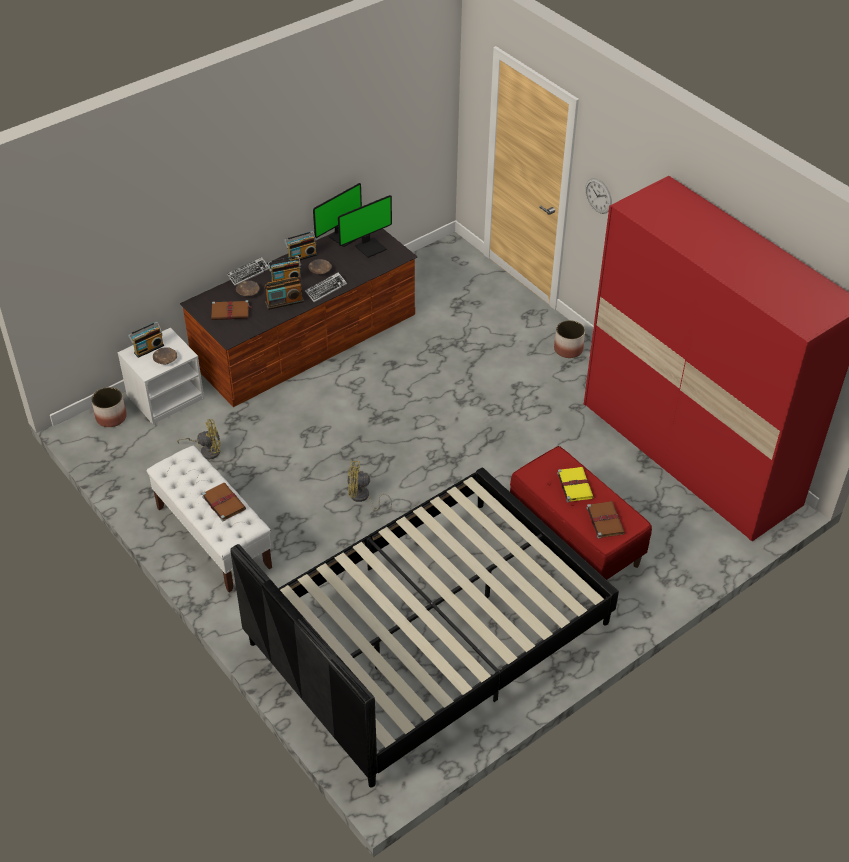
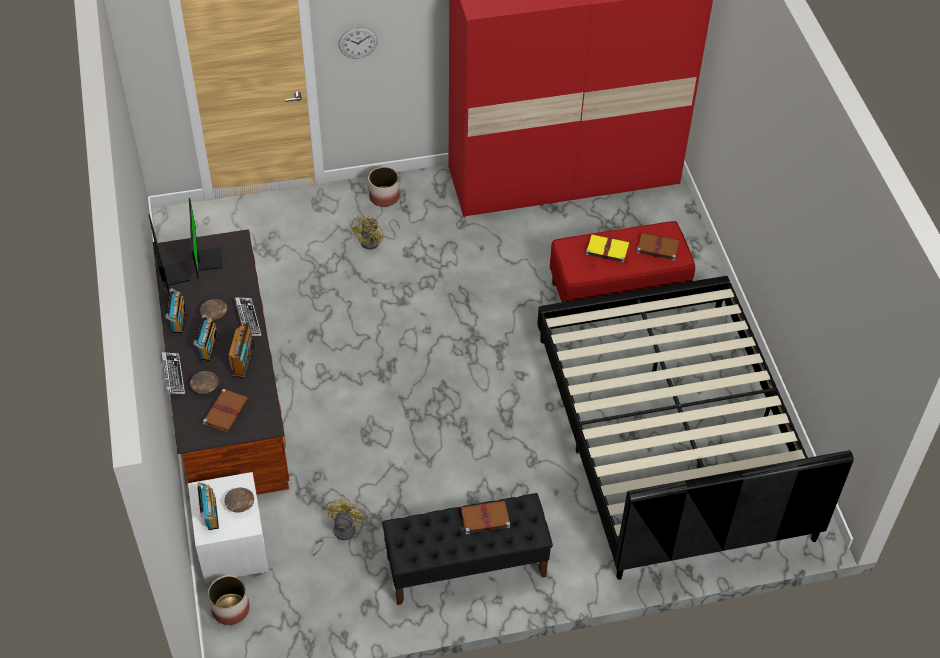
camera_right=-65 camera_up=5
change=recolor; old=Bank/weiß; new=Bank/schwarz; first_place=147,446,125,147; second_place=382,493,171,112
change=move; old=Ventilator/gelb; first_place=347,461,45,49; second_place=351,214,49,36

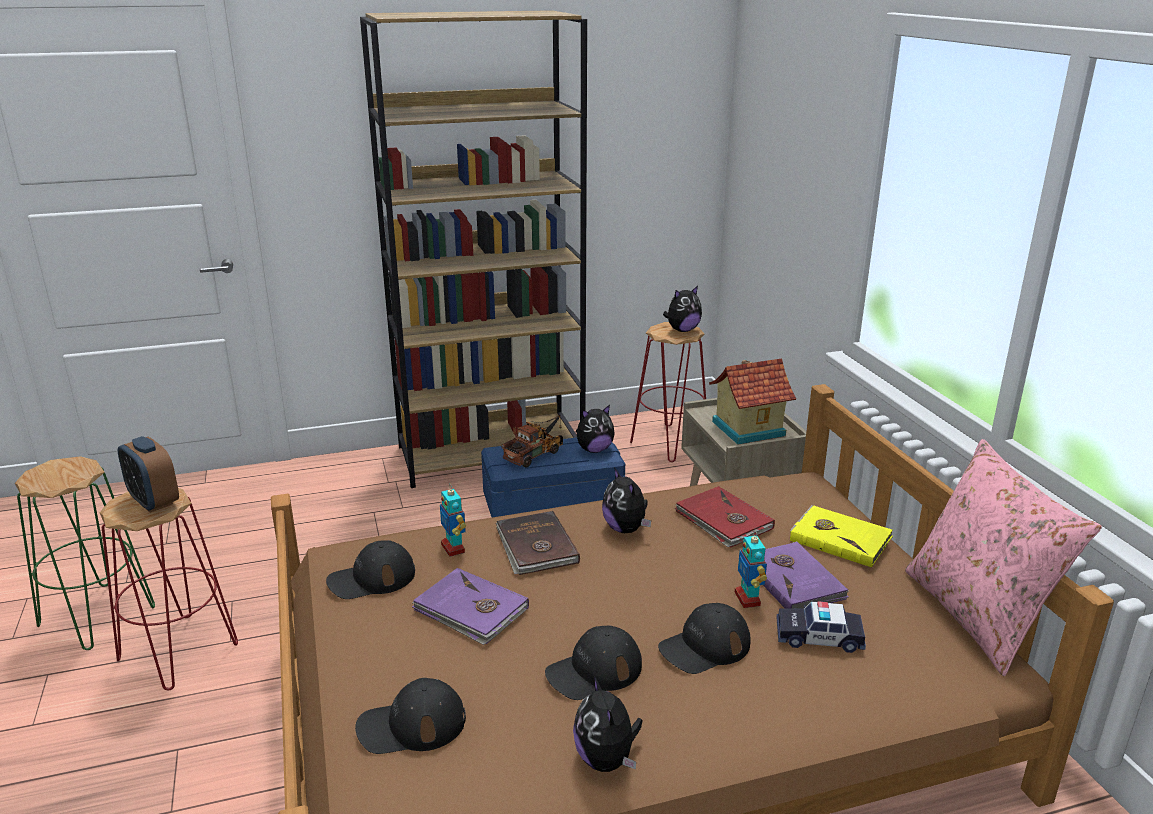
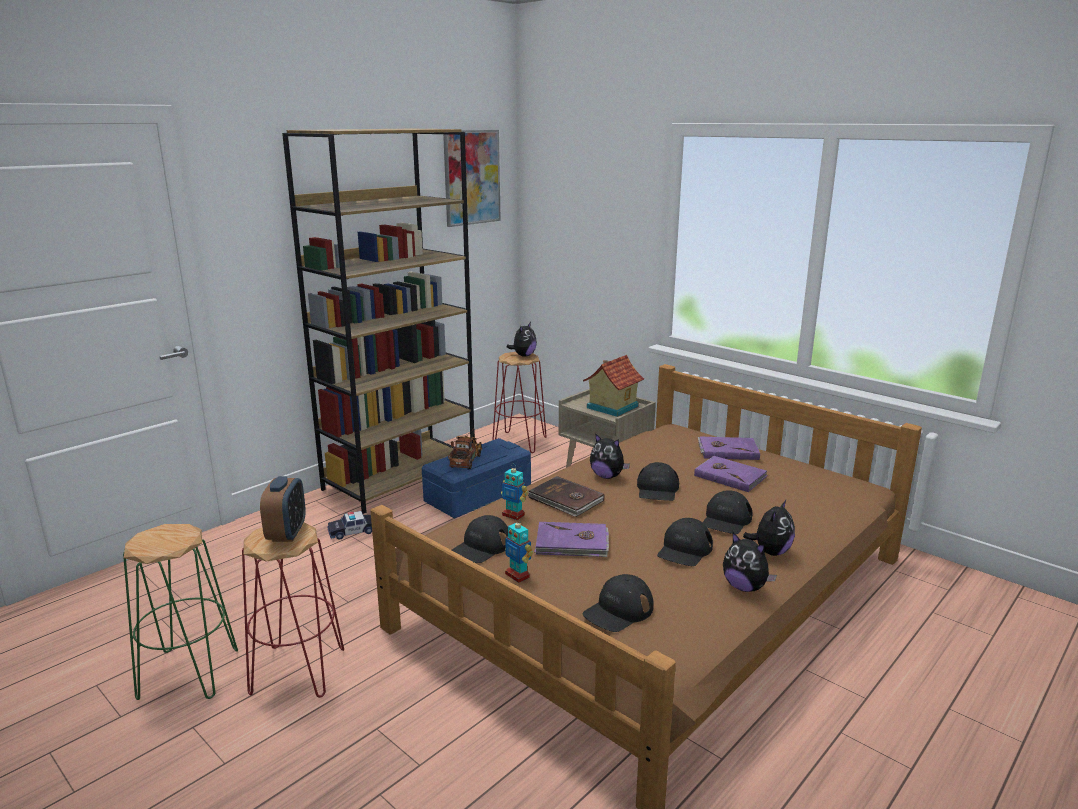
camera_right=-30 camera_up=-5
change=rotate; old=Wecker; first_place=117,436,62,77; second_place=260,476,46,66; degrees=-105
change=move; old=Plüschtier; first_place=576,405,39,48; second_place=743,500,52,56
change=delete; old=Buch/rot; first_place=675,486,100,62
change=move; old=Spielzeugroboter; first_place=735,530,32,78; second_place=505,518,28,65
change=move; old=Spielzeugauto; first_place=777,601,89,52; second_place=327,511,45,29
change=recolor; old=Buch/gelb; new=Buch/lila; first_place=790,505,103,62; second_place=698,437,62,23
change=delete; old=Kissen/rosa; first_place=905,439,197,237
change=insert; new=Bild; second_place=443,130,58,97
change=insert; new=Kappe/schwarz; second_place=637,462,42,39

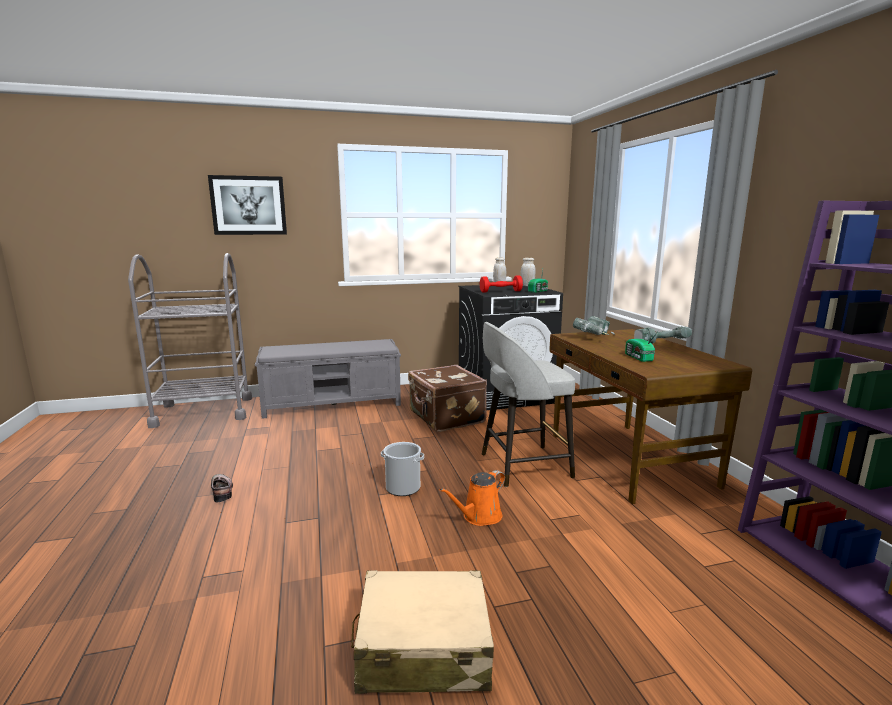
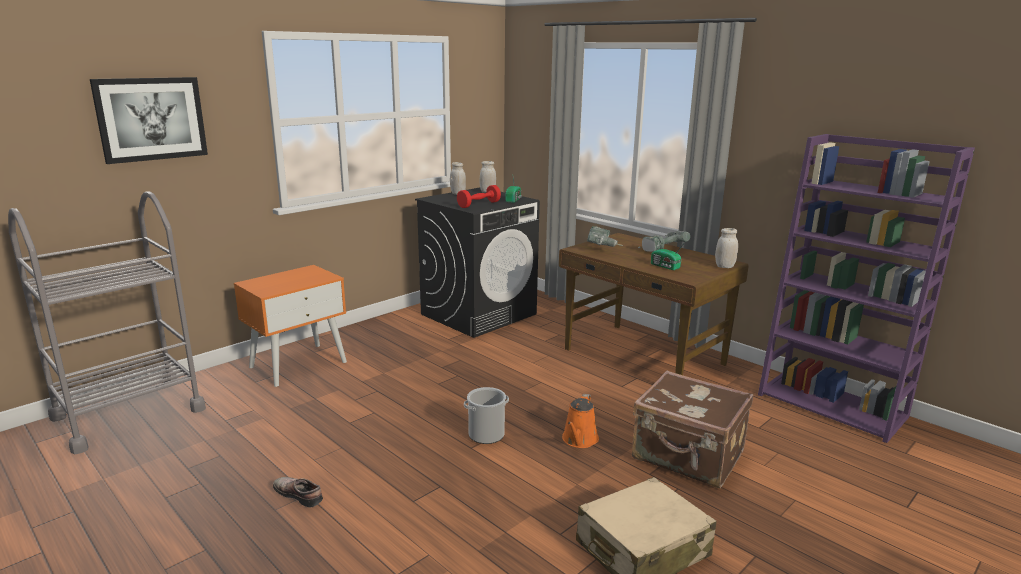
camera_right=-30 camera_up=5
change=replace; old=Bank/grau; new=Nachttisch/orange; first_place=255,339,146,80; second_place=234,265,113,122
change=move; old=Koffer/braun; first_place=408,365,79,67; second_place=632,371,121,117
change=delete; old=Hocker/grau; first_place=482,322,93,165
change=insert; new=Vorratsglas/weiß; second_place=715,228,23,40

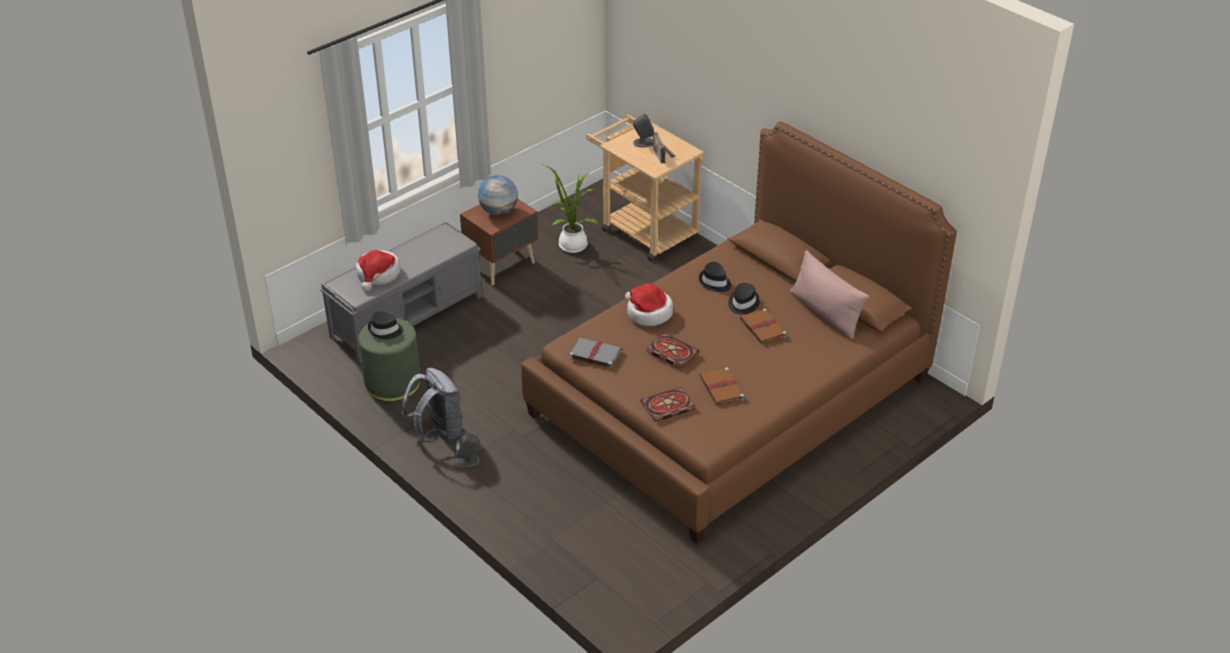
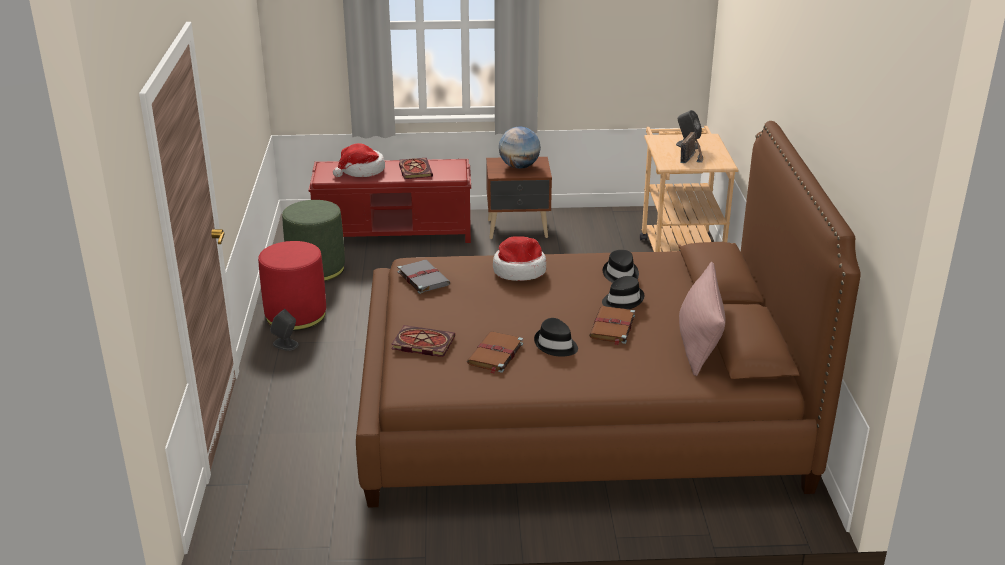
camera_right=40 camera_up=-10
change=recolor; old=Bank/grau; new=Bank/rot; first_place=320,221,162,141; second_place=308,159,163,84
change=move; old=Hut/schwarz; first_place=368,312,35,27; second_place=534,318,44,39
change=replace; old=Rucksack/grau; new=Polsterhocker/rot; first_place=402,368,60,74; second_place=258,241,68,90
change=delete; old=Topfpflanze; first_place=542,164,57,89
change=move; old=Buch; first_place=646,333,53,35; second_place=399,158,34,21

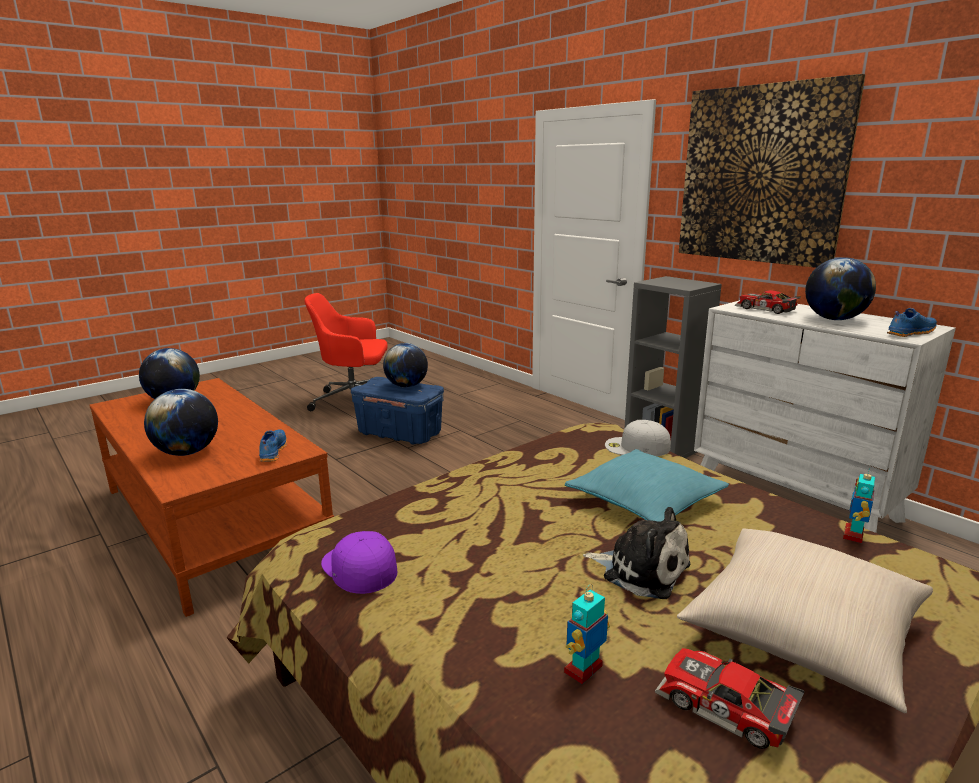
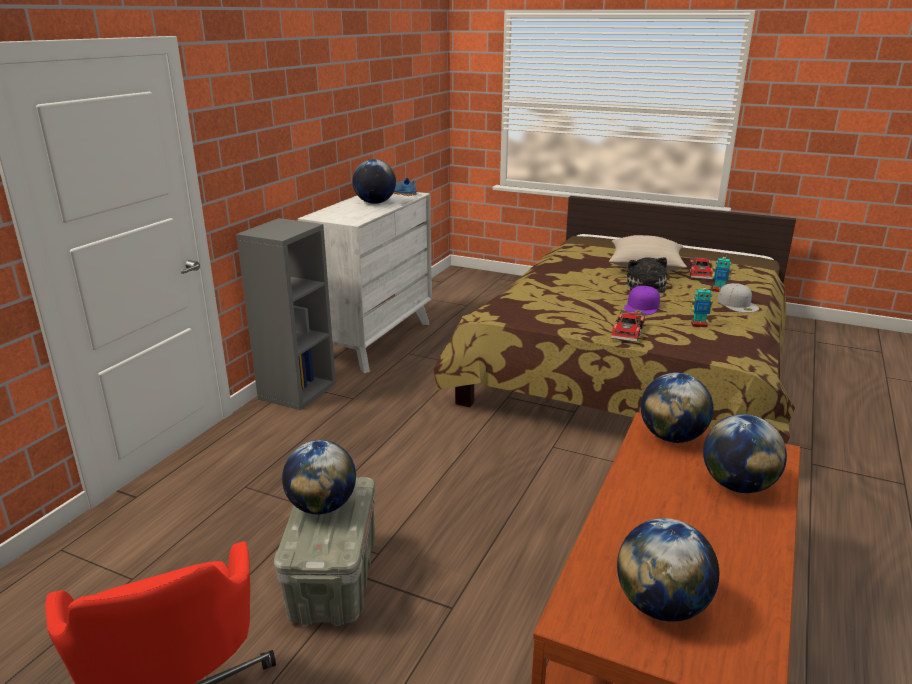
camera_right=-115 camera_up=5
change=replace; old=Schuh/blau; new=Globus; first_place=259,429,28,33; second_place=641,373,72,70
change=move; old=Kappe/lila; first_place=321,531,76,63; second_place=624,286,36,29
change=recolor; old=Aufbewahrungsbox/blau; new=Aufbewahrungsbox/grau; first_place=351,377,93,68; second_place=274,477,101,149
change=delete; old=Kissen/türkis; first_place=565,449,164,73
change=move; old=Kappe/weiß; first_place=605,420,66,36; second_place=717,283,42,30
change=delete; old=Bild; first_place=679,74,186,194
change=move; old=Spielzeugauto; first_place=735,290,66,24; second_place=611,310,35,32
change=move; old=Spielzeugroboter; first_place=843,467,32,76; second_place=691,284,22,43

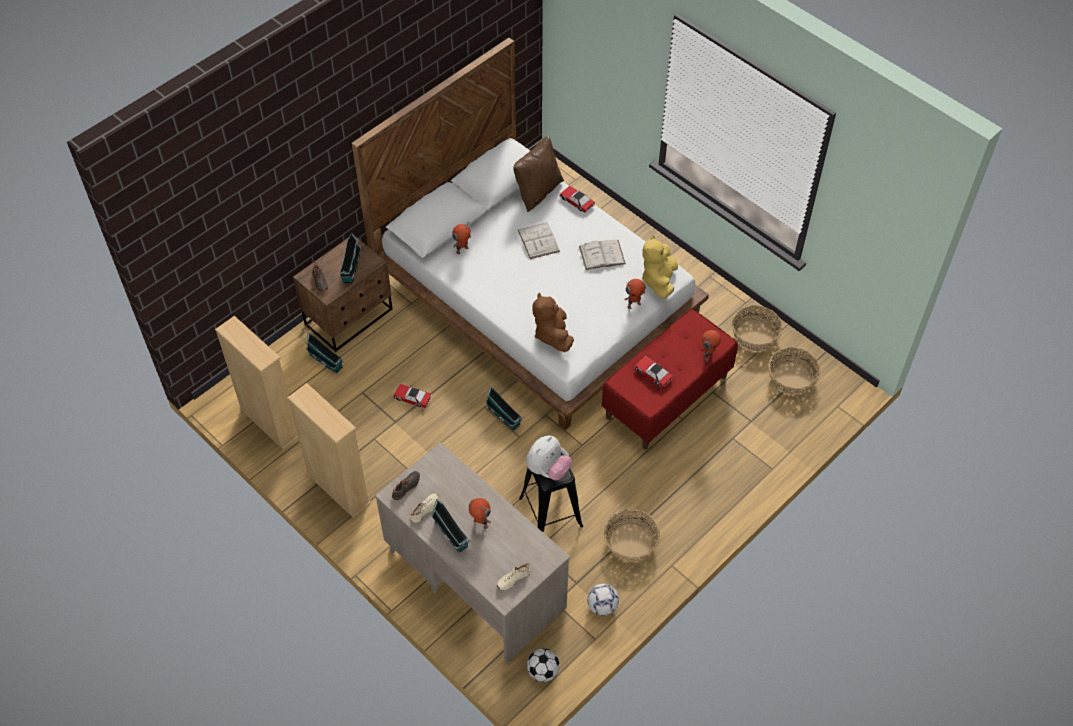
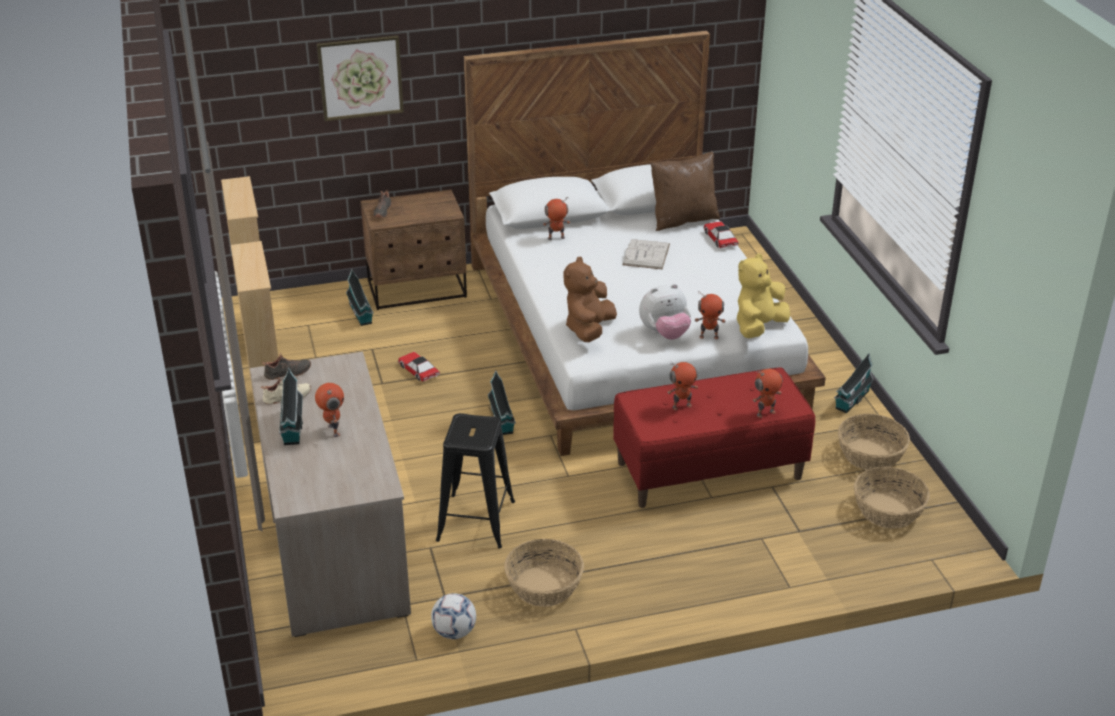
camera_right=30 camera_up=-20
change=move; old=Spielzeughaus; first_place=339,232,22,51; second_place=834,353,40,60
change=delete; old=Schuh/beige; first_place=497,563,33,28
change=move; old=Plüschtier; first_place=526,436,46,44; second_place=639,284,52,56
change=delete; old=Fußball; first_place=527,649,33,33
change=delete; old=Buch/weiß; first_place=579,240,47,30
change=replace; old=Spielzeugauto; new=Spielzeugroboter; first_place=634,356,40,32; second_place=667,362,31,48
change=insert; new=Bild; second_place=317,35,87,86

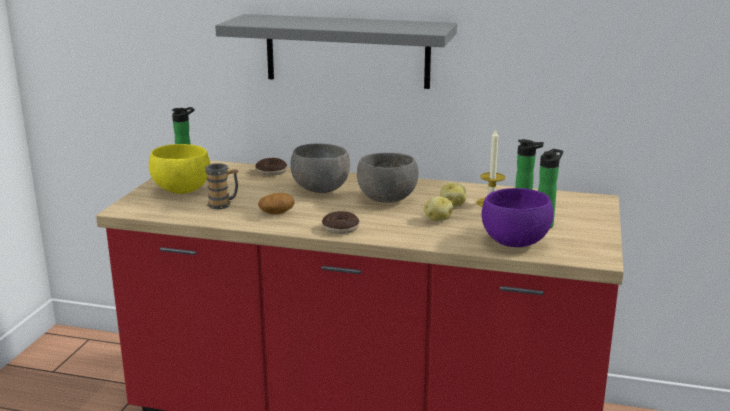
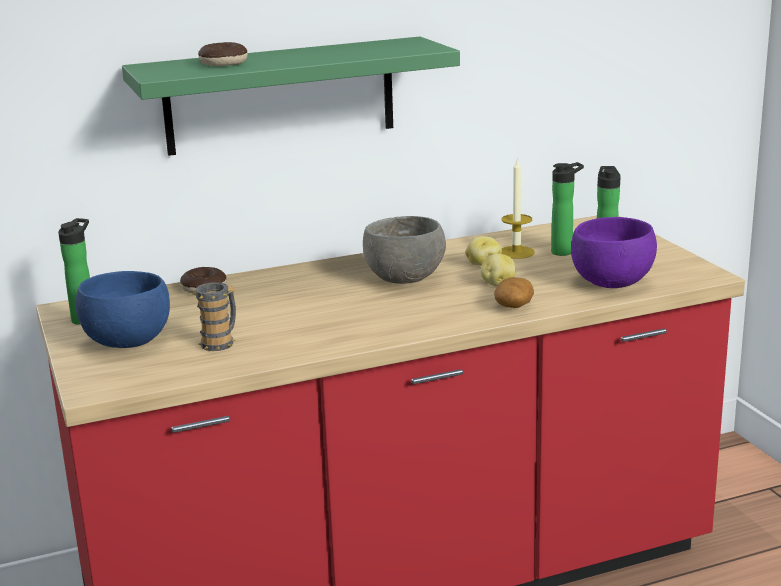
camera_right=-35 camera_up=0
change=recolor; old=Schüssel/gelb; new=Schüssel/blau; first_place=149,144,61,50; second_place=75,271,95,77
change=recolor; old=Wandregal/grau; new=Wandregal/grün; first_place=215,14,242,75; second_place=122,37,338,119
change=move; old=Kartoffel; first_place=258,193,37,21; second_place=494,277,40,31
change=delete; old=Schüssel/grau; first_place=290,144,60,49
change=move; old=Donut; first_place=322,211,37,23; second_place=198,42,50,24

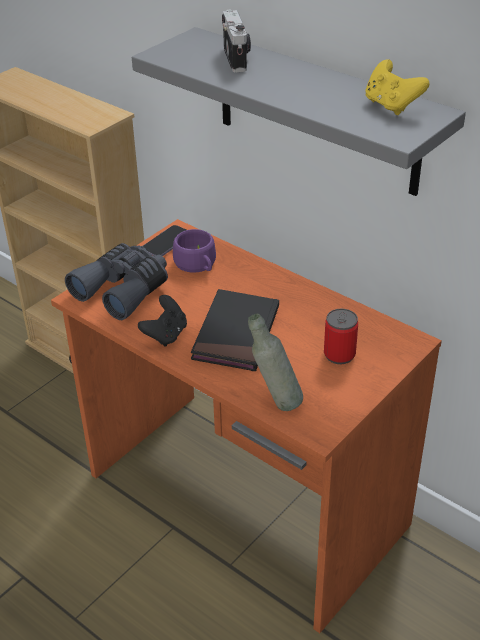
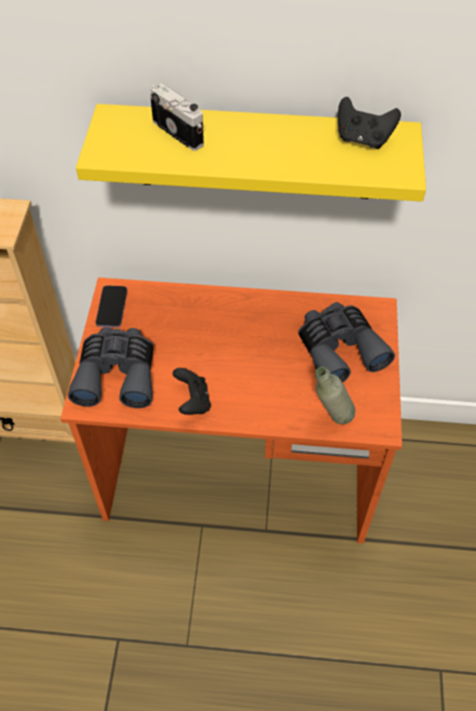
camera_right=-35 camera_up=15
change=recolor; old=Wandregal/grau; new=Wandregal/gelb; first_place=132,27,334,169; second_place=76,104,350,98
change=delete; old=Tasse/lila; first_place=173,229,43,44
change=delete; old=Buch/schwarz; first_place=191,289,88,82
change=replace; old=Dose; new=Fernglas/grau; first_place=324,309,34,55; second_place=298,302,97,81
change=recolor; old=Gamepad/gelb; new=Gamepad/schwarz; first_place=365,59,65,56; second_place=338,97,63,52

